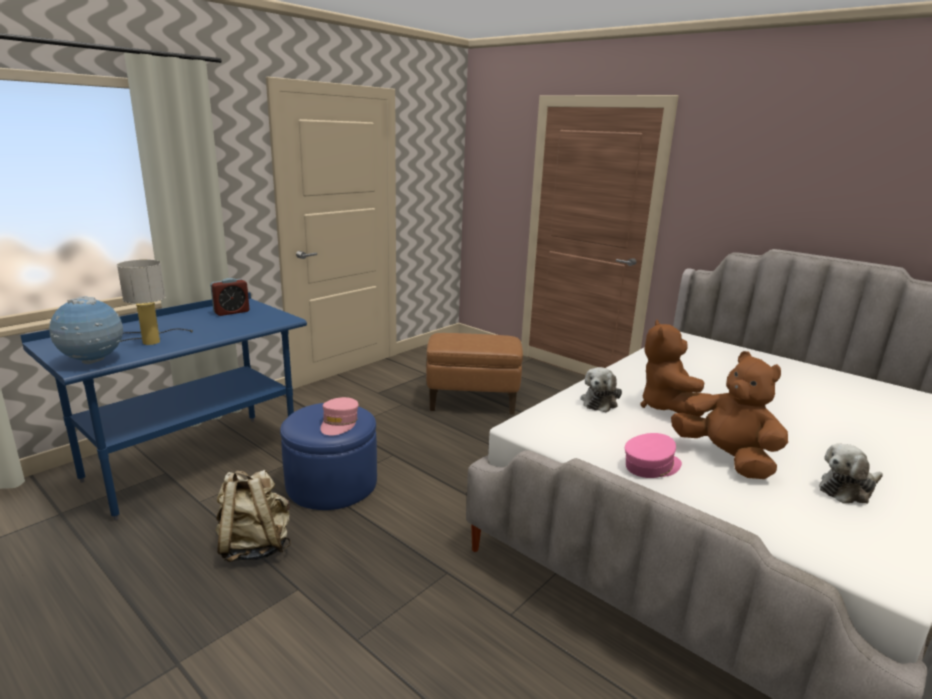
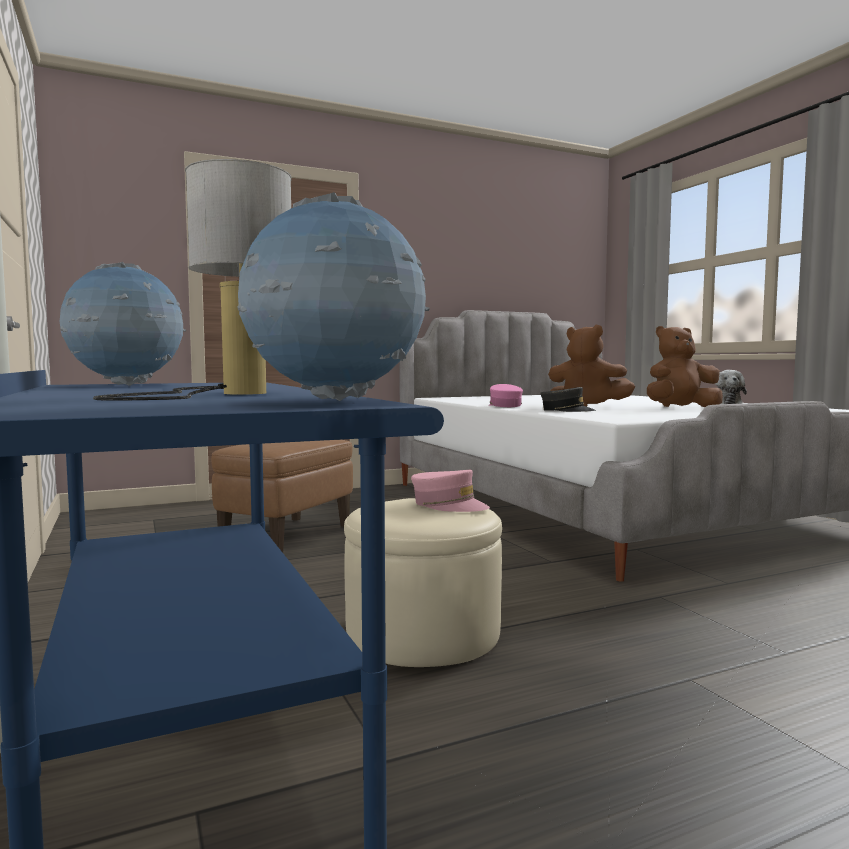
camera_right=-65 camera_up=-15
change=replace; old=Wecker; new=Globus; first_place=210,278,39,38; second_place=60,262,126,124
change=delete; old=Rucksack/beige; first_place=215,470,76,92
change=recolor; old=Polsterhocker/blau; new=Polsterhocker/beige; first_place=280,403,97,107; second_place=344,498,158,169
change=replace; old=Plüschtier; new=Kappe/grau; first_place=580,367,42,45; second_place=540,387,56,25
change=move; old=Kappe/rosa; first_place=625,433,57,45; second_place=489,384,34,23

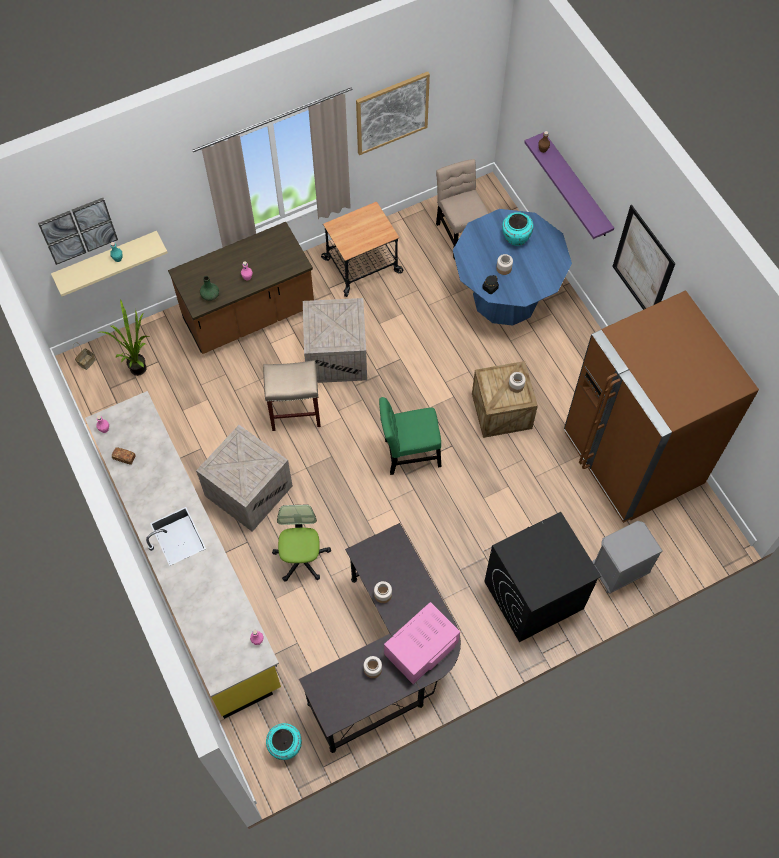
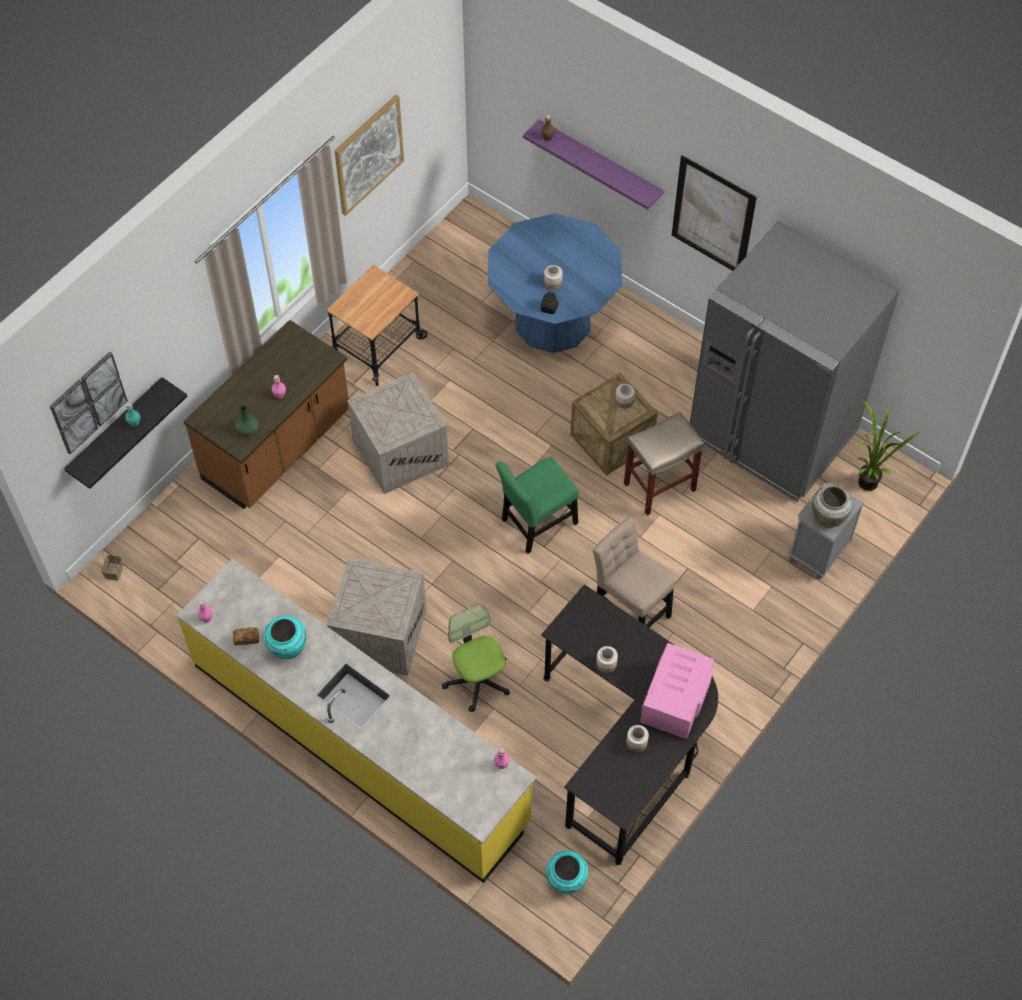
camera_right=-25 camera_up=-5
change=recolor; old=Wandregal/beige; new=Wandregal/schwarz; first_place=51,231,117,66; second_place=64,377,123,112
change=move; old=Topfpflanze; first_place=100,298,51,78; second_place=858,400,62,91
change=move; old=Hocker/beige; first_place=263,360,58,71; second_place=624,412,80,104
change=move; old=Stuhl/beige; first_place=436,159,53,101; second_place=593,517,82,111
change=delete; old=Waschmaschine/schwarz; first_place=484,512,117,130
change=move; old=Vase/türkis; first_place=502,212,32,34; second_place=264,615,42,44
change=recolor; old=Kühlschrank/braun; new=Kühlschrank/grau; first_place=564,290,195,233; second_place=690,221,210,281
change=insert; new=Vase/beige; second_place=812,485,41,43

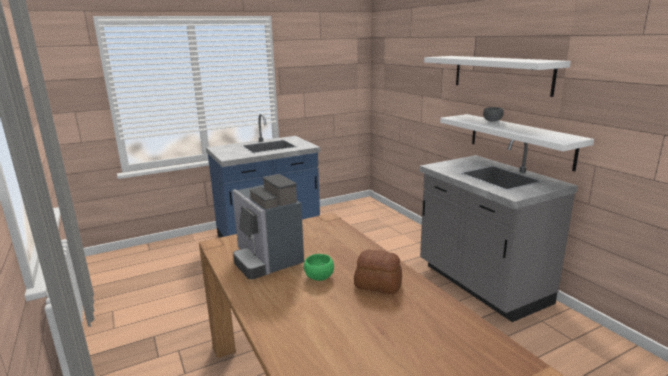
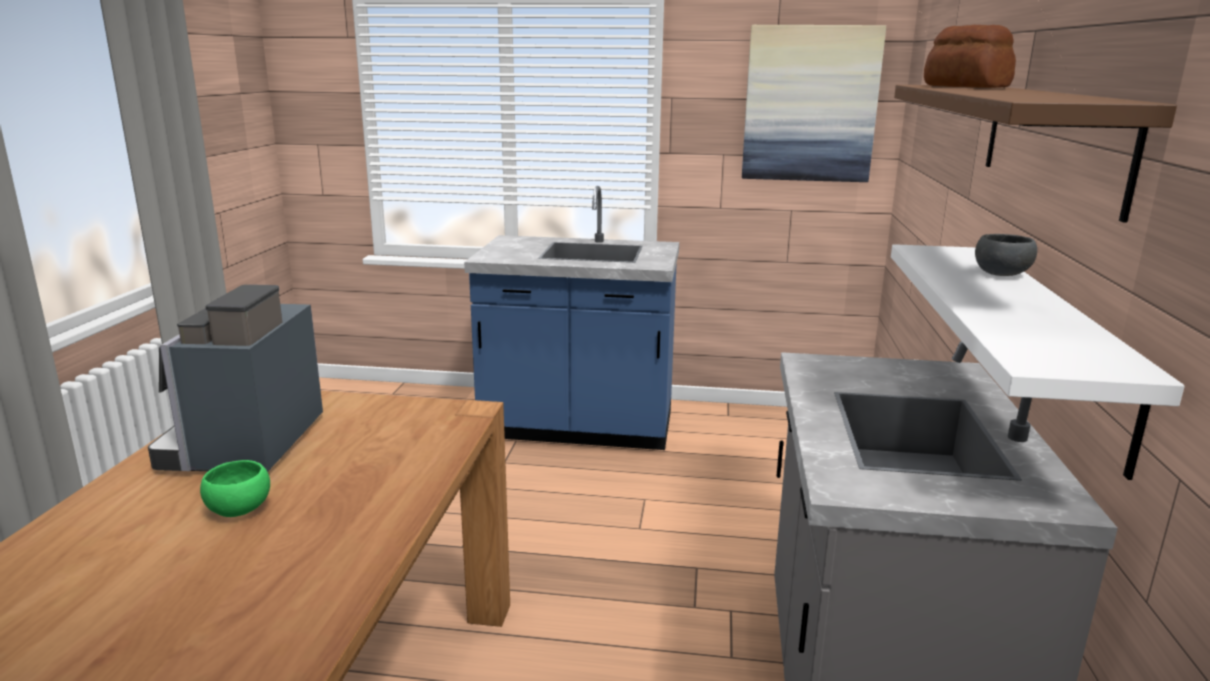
camera_right=35 camera_up=0
change=move; old=Brot; first_place=354,250,48,44; second_place=924,25,92,63
change=recolor; old=Wandregal/weiß; new=Wandregal/braun; first_place=424,56,147,41; second_place=894,85,283,138
change=insert; new=Bild; second_place=742,25,144,157

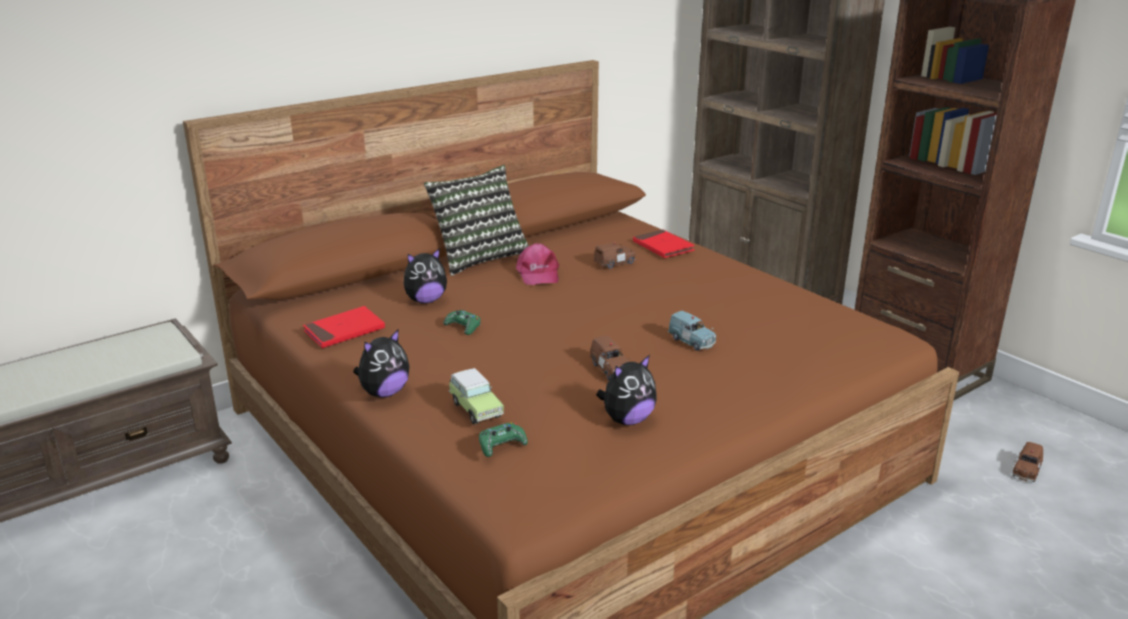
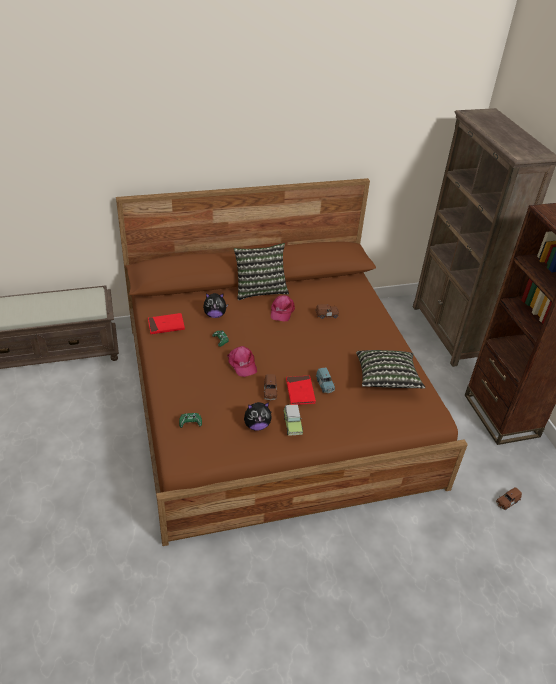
camera_right=20 camera_up=15
change=delete; old=Plüschtier; first_place=353,330,57,68
change=move; old=Spielzeugauto; first_place=448,368,56,56; second_place=283,405,20,31
change=move; old=Buch/rot; first_place=633,229,62,29; second_place=286,375,30,30
change=insert; new=Kappe/rosa; second_place=227,346,30,31
change=insert; new=Kissen; second_place=356,350,70,39

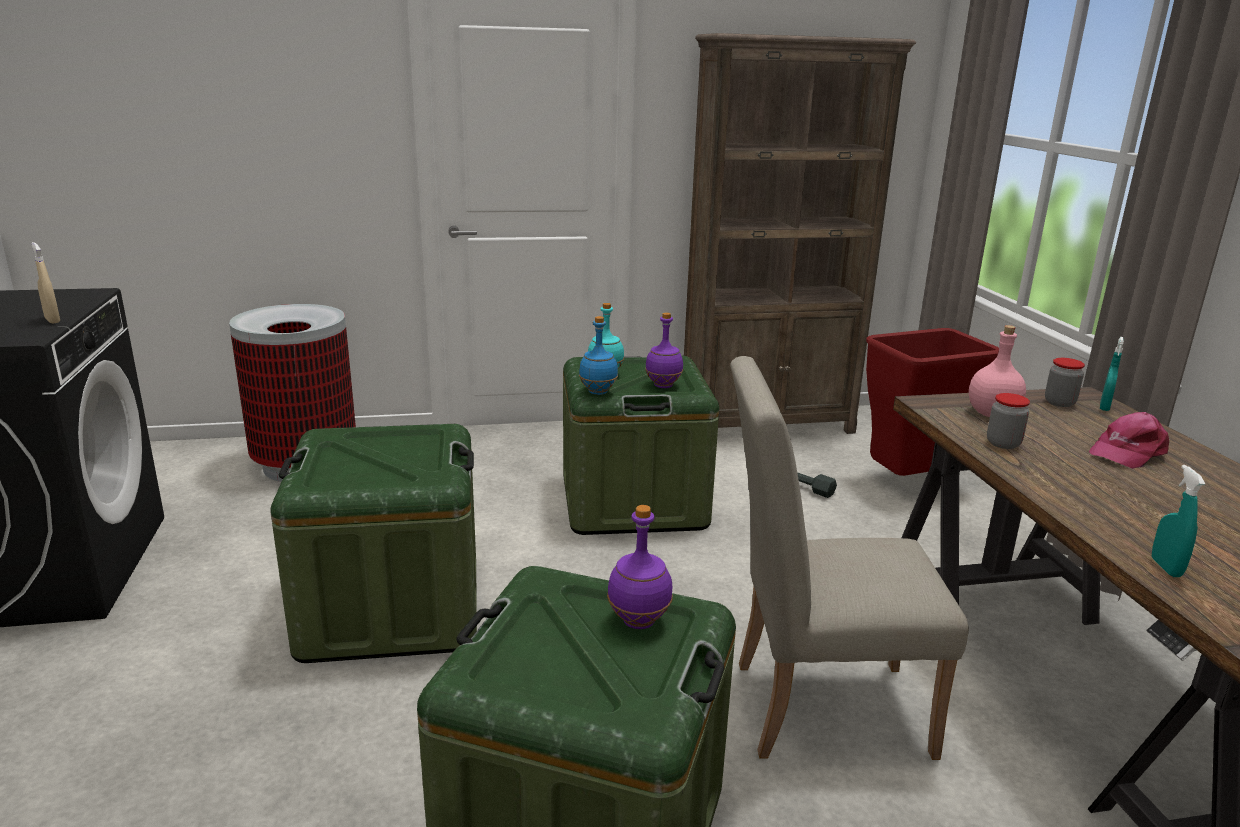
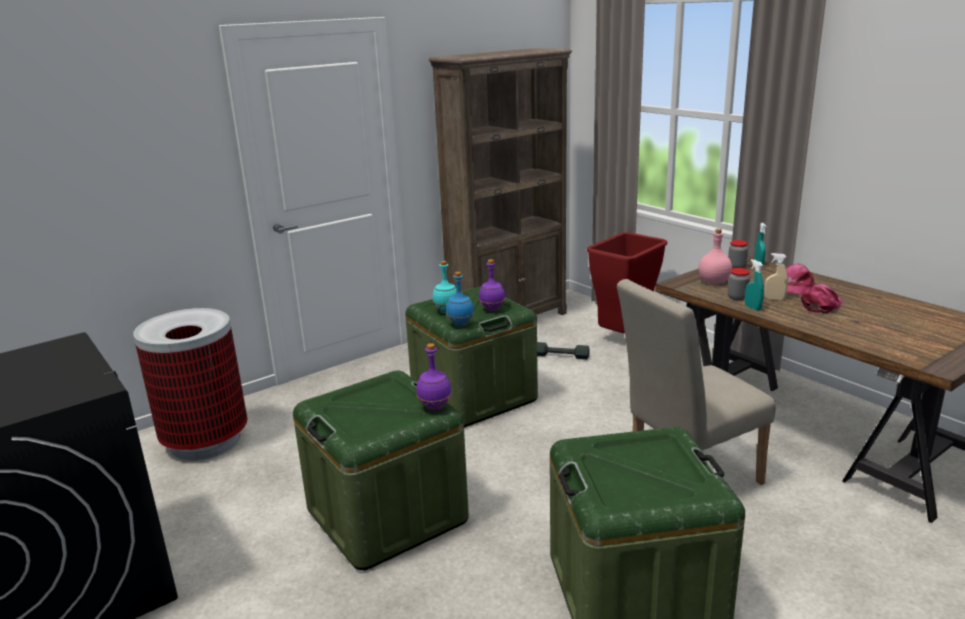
camera_right=-25 camera_up=0
change=move; old=Sprühflasche/beige; first_place=31,242,29,82; second_place=764,253,24,48
change=move; old=Flasche/lila; first_place=607,505,66,124; second_place=416,343,36,68
change=move; old=Sprühflasche/türkis; first_place=1152,465,53,112; second_place=745,259,19,52
change=insert; new=Kappe/rosa; second_place=801,284,42,30

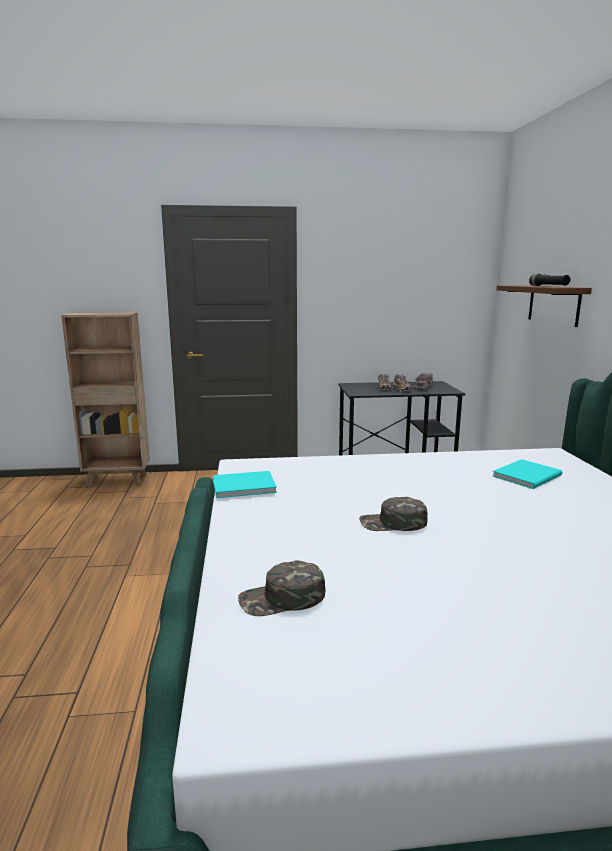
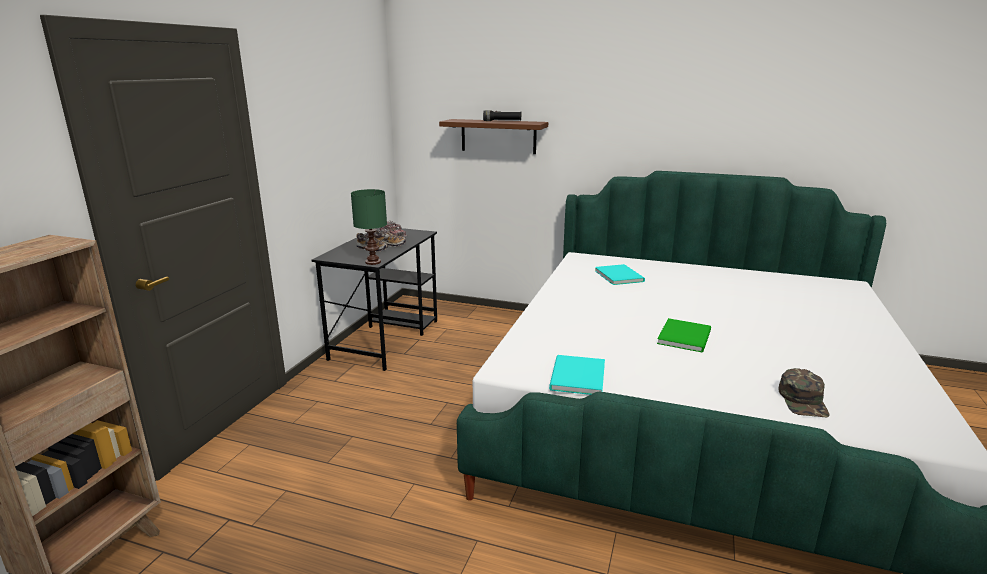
camera_right=-65 camera_up=5
change=replace; old=Kappe/grün; new=Buch/grün; first_place=359,497,69,34; second_place=657,318,54,34
change=insert; new=Tischlampe/grün; second_place=351,189,36,76

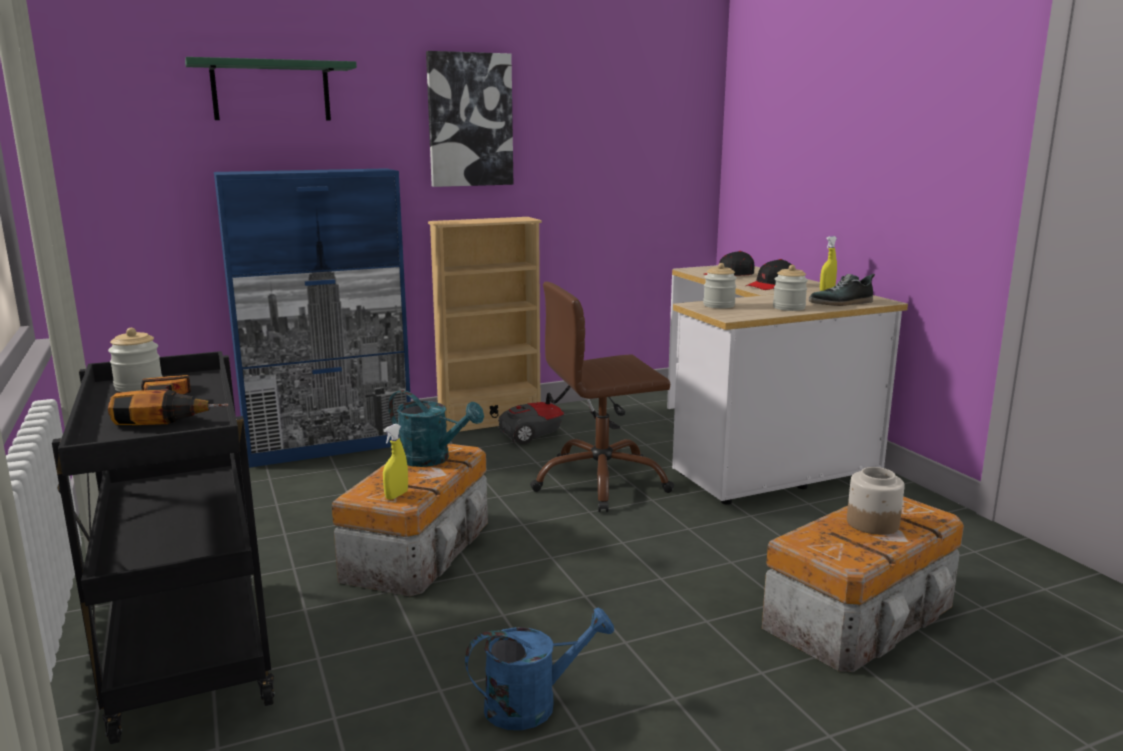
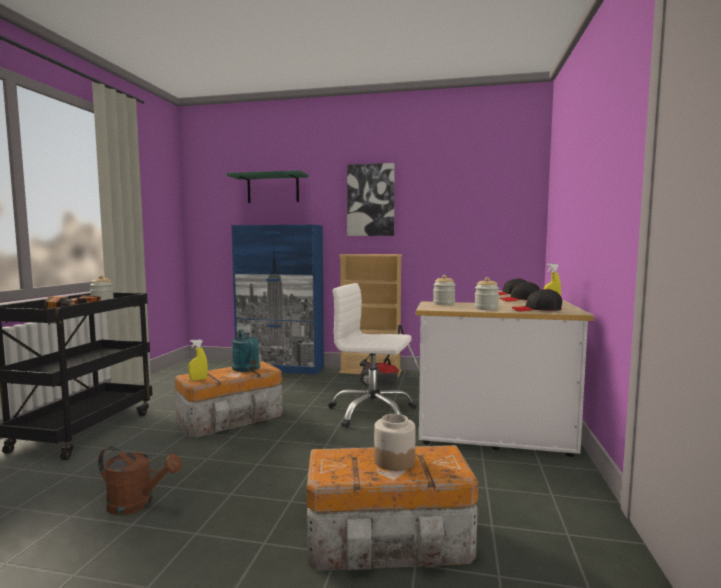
camera_right=35 camera_up=-10
change=recolor; old=Gießkanne/blau; new=Gießkanne/braun; first_place=465,607,149,123; second_place=98,447,84,68
change=recolor; old=Bürostuhl/braun; new=Bürostuhl/weiß; first_place=530,282,144,230; second_place=328,283,89,145
change=replace; old=Schuh; new=Kappe/schwarz; first_place=809,274,66,32; second_place=512,289,50,22

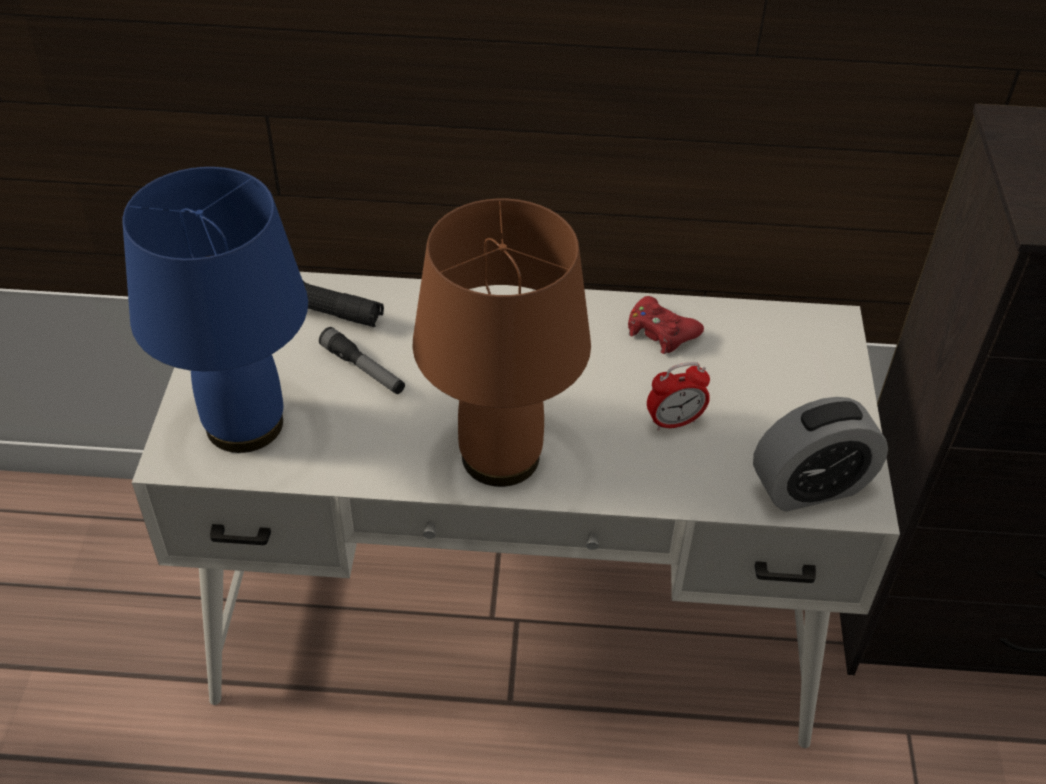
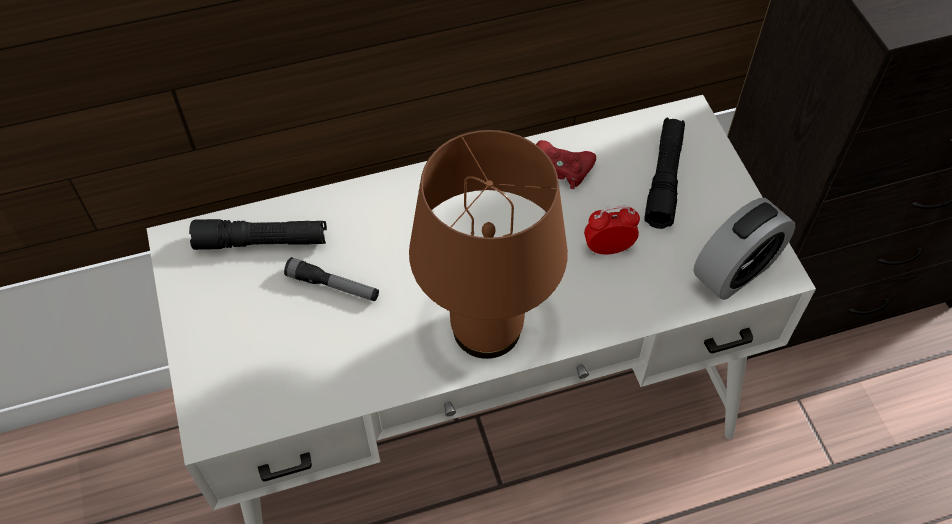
camera_right=-20 camera_up=10
change=delete; old=Tischlampe/blau; first_place=123,167,185,286
change=rotate; old=Wecker; first_place=647,362,63,69; second_place=584,206,56,49; degrees=-150
change=insert; new=Taschenlampe/schwarz; second_place=644,117,41,112

